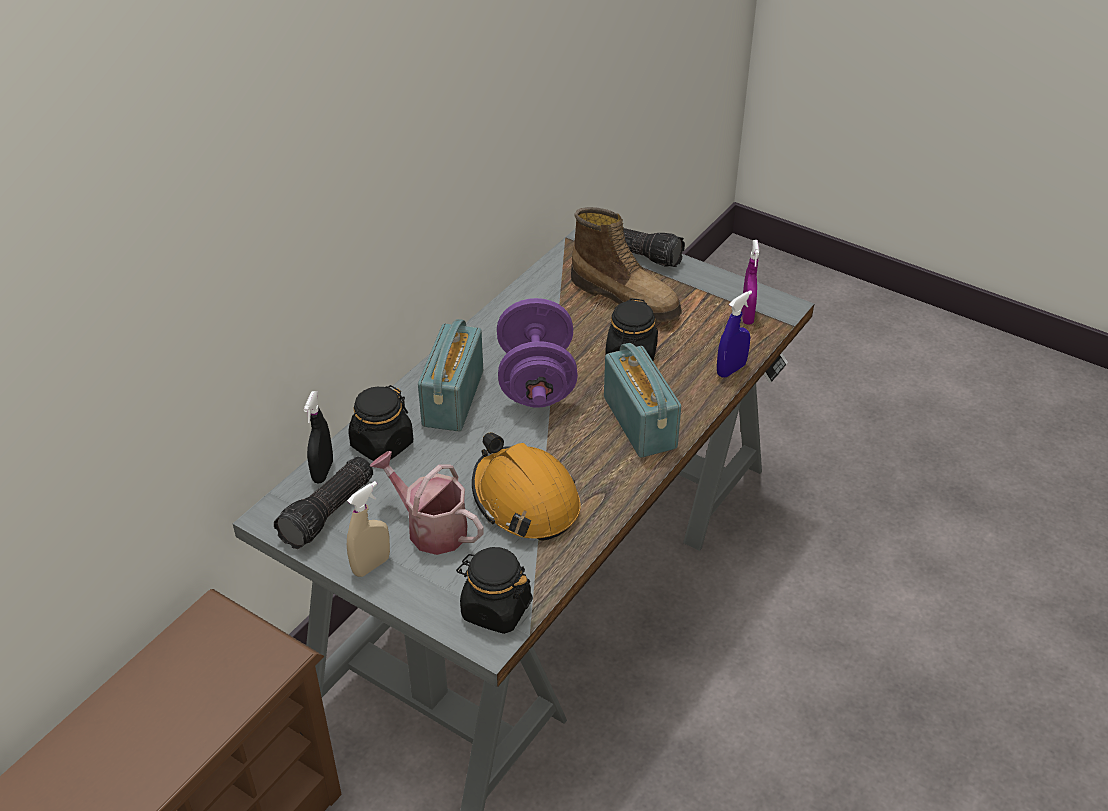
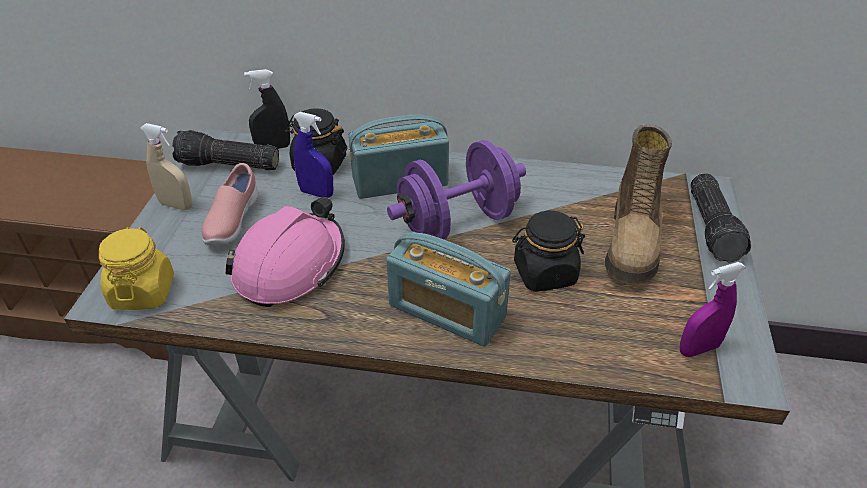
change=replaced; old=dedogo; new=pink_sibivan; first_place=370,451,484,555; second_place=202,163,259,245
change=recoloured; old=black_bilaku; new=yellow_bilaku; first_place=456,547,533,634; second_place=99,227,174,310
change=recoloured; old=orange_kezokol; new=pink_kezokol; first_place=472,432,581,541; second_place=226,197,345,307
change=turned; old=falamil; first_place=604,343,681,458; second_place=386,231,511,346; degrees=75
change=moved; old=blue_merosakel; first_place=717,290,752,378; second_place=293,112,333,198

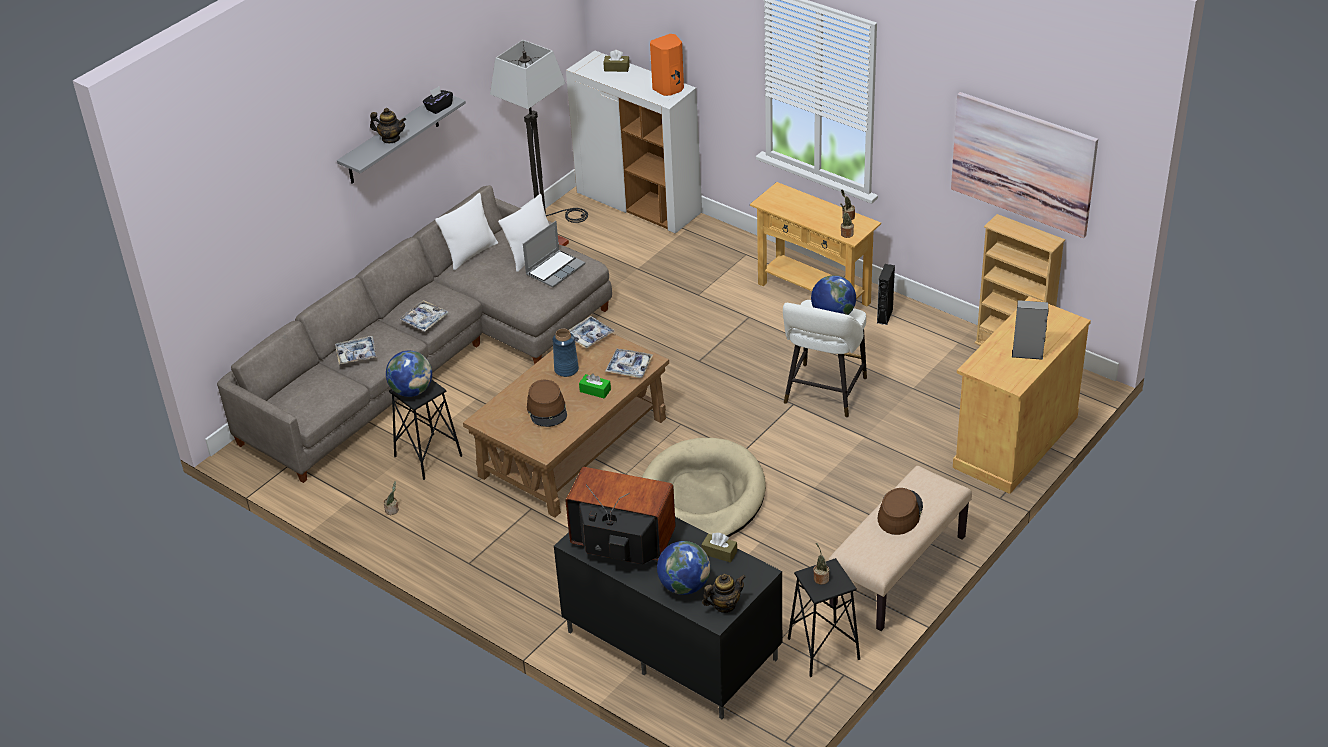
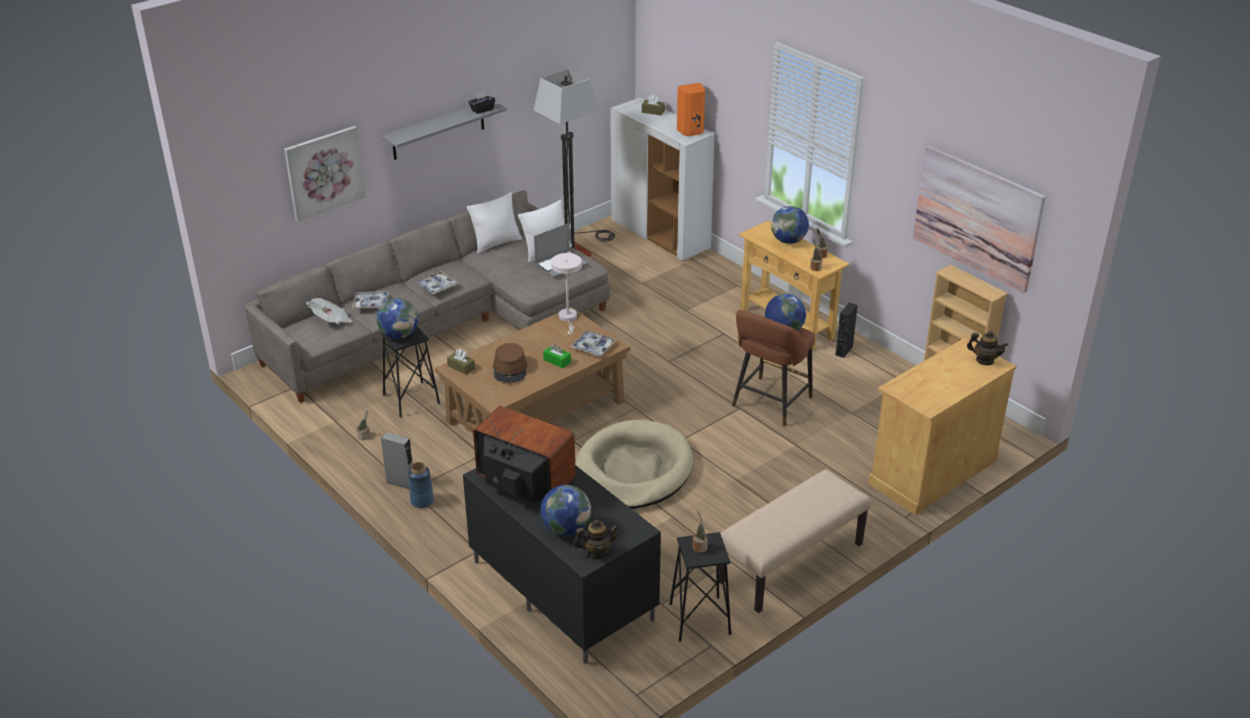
change=moved; old=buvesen; first_place=370,108,406,143; second_place=967,331,1008,365
change=moved; old=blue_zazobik; first_place=552,329,579,377; second_place=408,462,434,508
change=replaced; old=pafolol; new=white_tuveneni; first_place=569,316,615,349; second_place=551,253,582,334
change=moved; old=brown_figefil; first_place=701,533,737,563; second_place=447,349,475,375
change=recoloured; old=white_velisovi; new=brown_velisovi; first_place=783,300,867,417; second_place=732,310,815,427
change=removed; old=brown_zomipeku; first_place=877,488,923,535
change=moved; old=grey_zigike; first_place=1012,300,1048,360; second_place=381,432,413,489
change=added; new=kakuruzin; second_place=284,126,365,221
change=added; new=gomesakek; second_place=306,298,352,324
change=added; new=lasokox; second_place=771,206,809,244

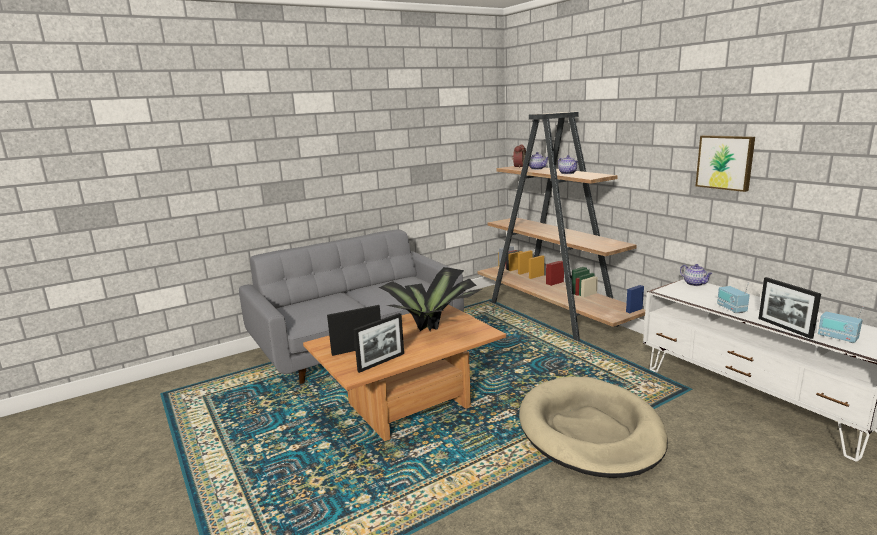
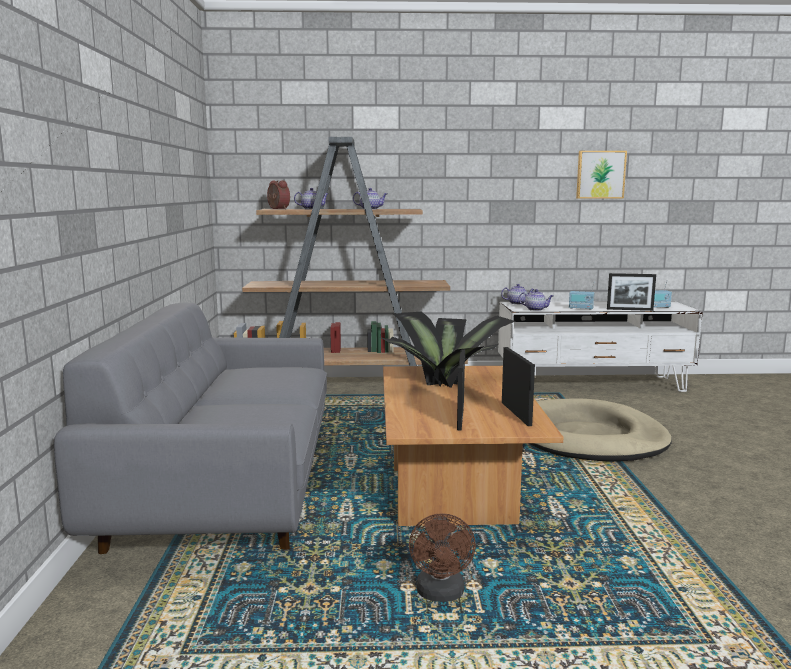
change=moved; old=kakuruzin; first_place=695,135,755,192; second_place=576,151,627,199
change=added; new=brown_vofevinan; second_place=409,513,476,602
change=added; new=buvesen; second_place=519,289,554,311

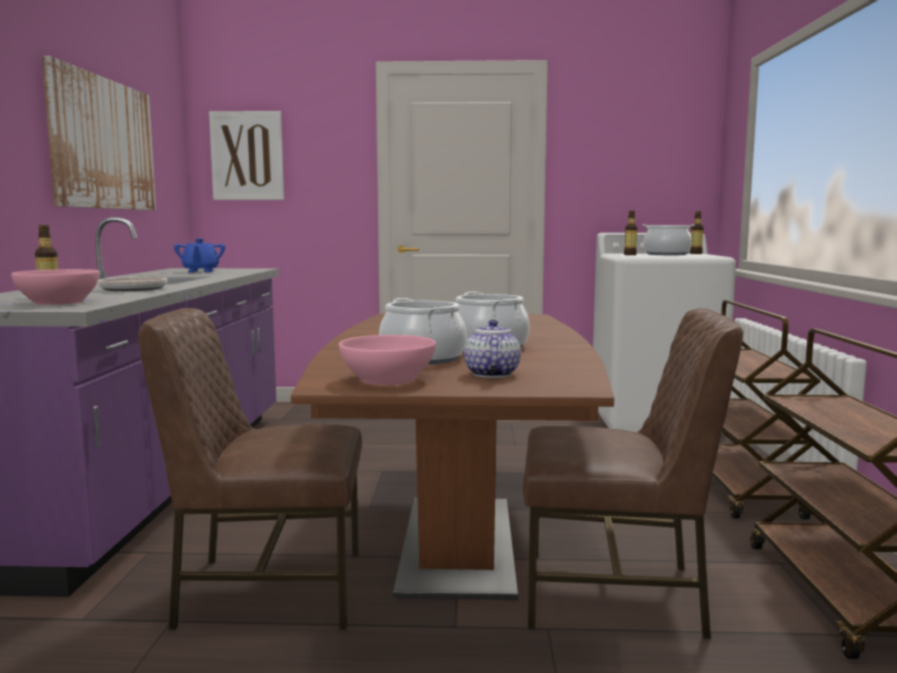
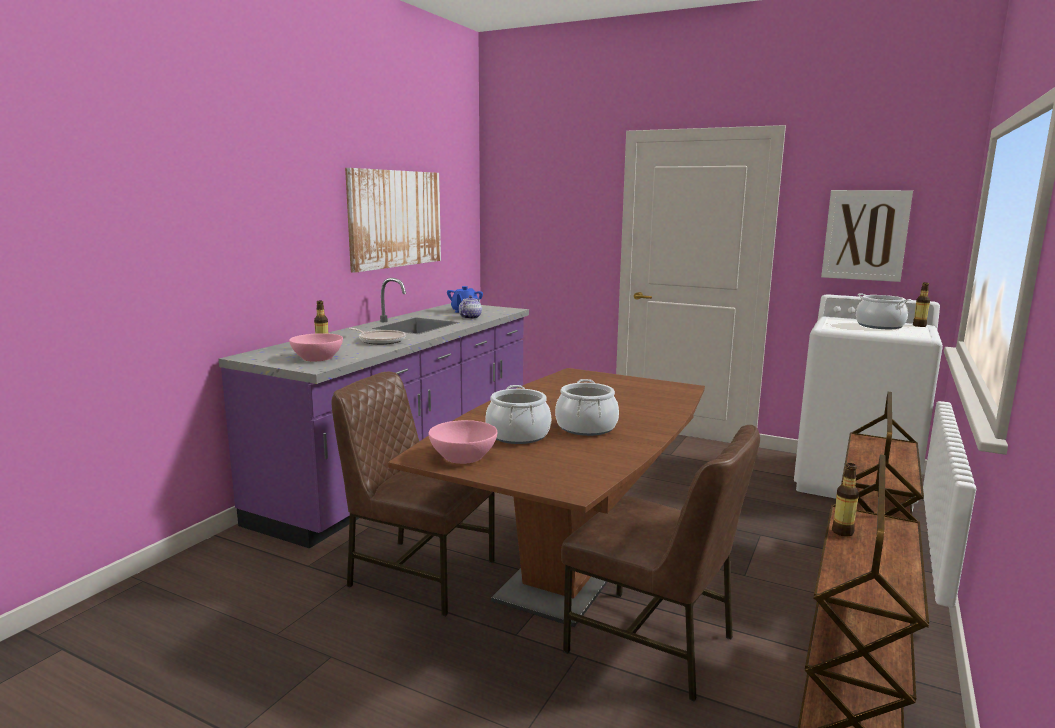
change=moved; old=kakuruzin; first_place=209,111,284,200; second_place=821,190,913,282
change=moved; old=buvesen; first_place=464,320,521,378; second_place=459,295,482,319
change=moved; old=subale; first_place=624,210,637,255; second_place=832,463,859,537

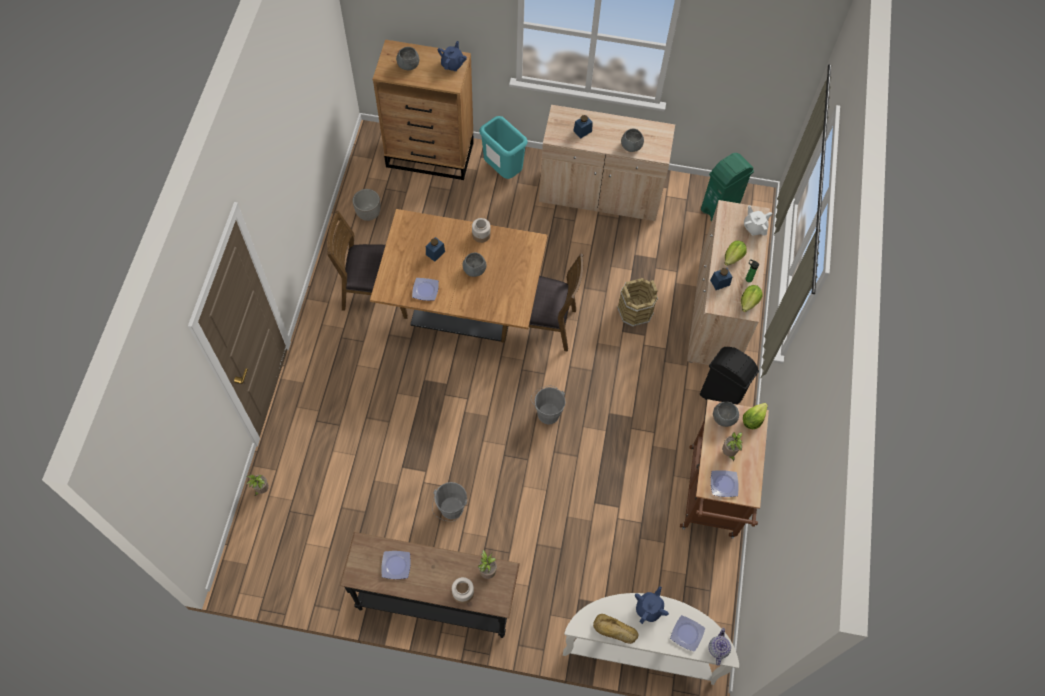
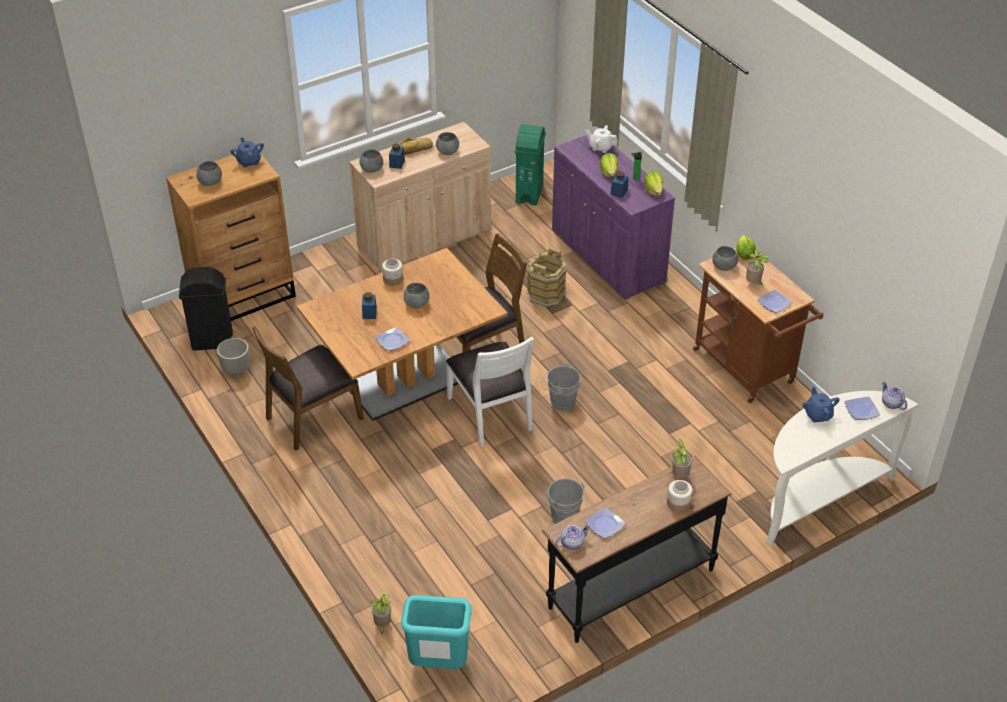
change=moved; old=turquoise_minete; first_place=479,116,528,179; second_place=401,595,472,669
change=moved; old=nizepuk; first_place=593,614,638,644; second_place=398,138,433,155
change=recoloured; old=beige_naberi; new=purple_naberi; first_place=687,200,770,365; second_place=552,132,675,300
change=moved; old=black_minete; first_place=700,347,759,405; second_place=179,267,233,351
change=added; new=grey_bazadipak; second_place=359,149,383,173
change=added; new=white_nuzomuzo; second_place=446,337,534,447
change=added; new=buvesen; second_place=555,524,591,550

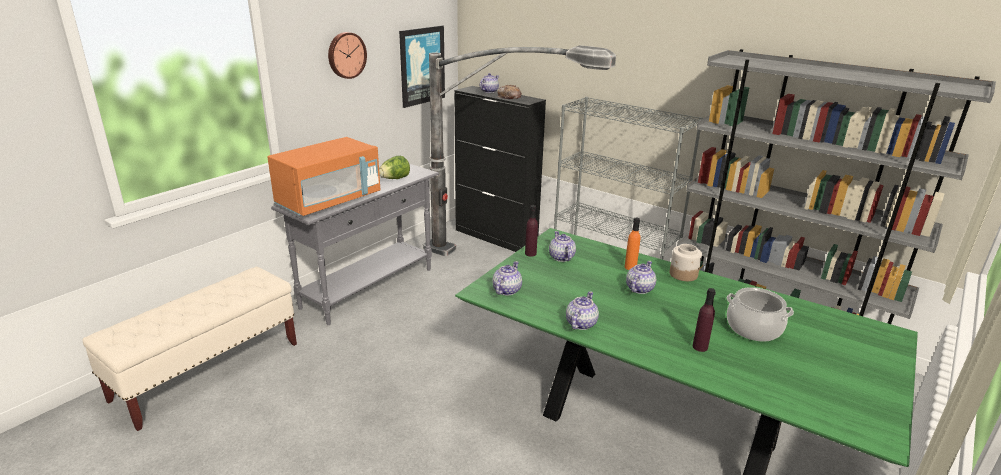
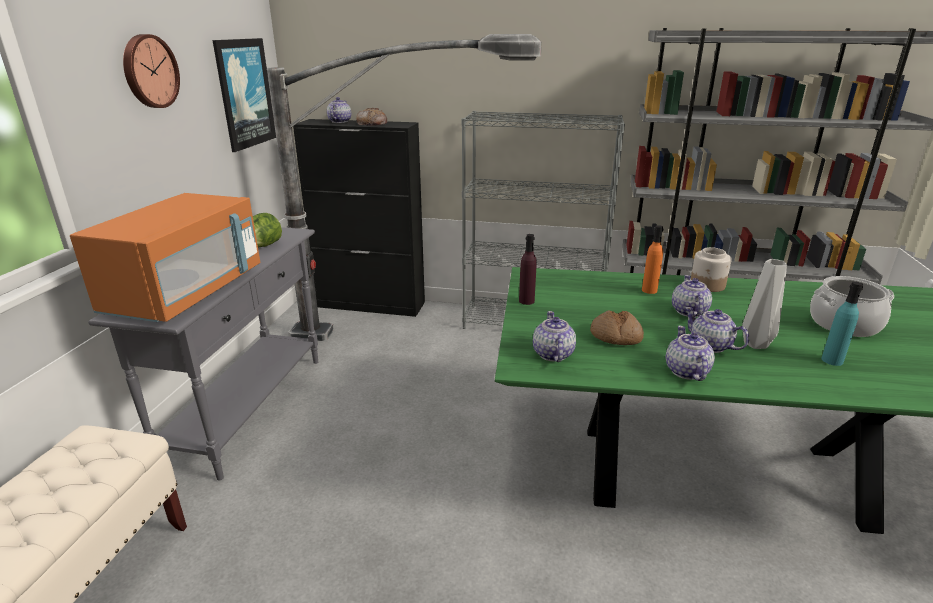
change=moved; old=buvesen; first_place=549,231,576,262; second_place=685,307,750,353
change=recoloured; old=purple_subale; new=turquoise_subale; first_place=693,288,716,352; second_place=821,282,863,366
change=added; new=nizepuk; second_place=590,310,644,345
change=added; new=grey_zazobik; second_place=742,259,787,349

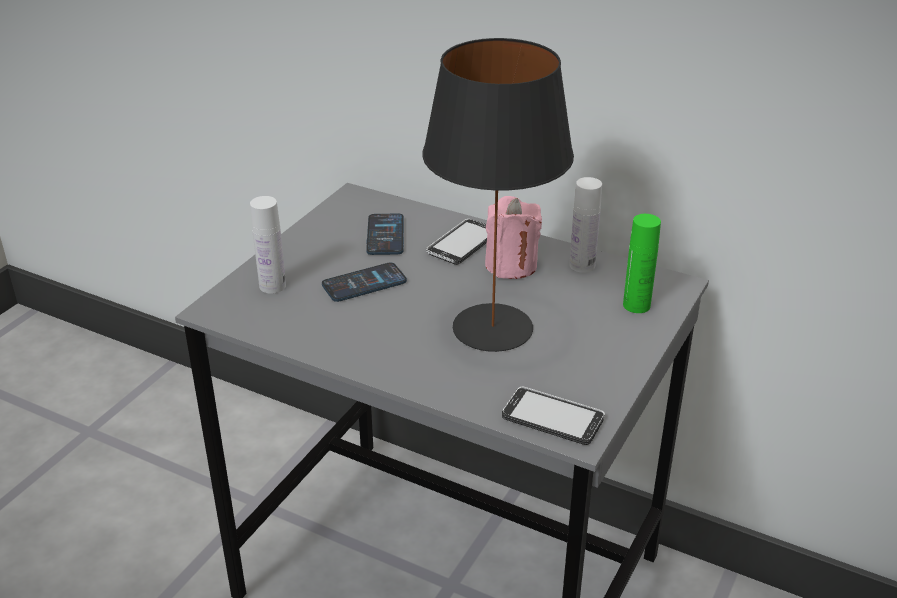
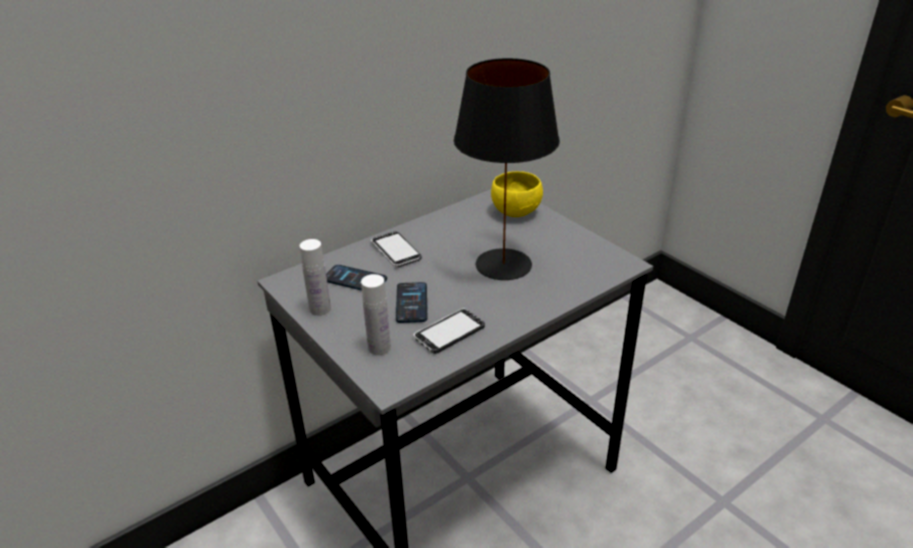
change=removed; old=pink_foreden; first_place=485,196,542,279
change=moved; old=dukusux; first_place=502,387,605,445; second_place=414,309,485,354
change=moved; old=white_subale; first_place=569,177,602,273; second_place=300,239,331,316
change=replaced; old=green_subale; new=yellow_bazadipak; first_place=623,214,661,313; second_place=491,171,543,217

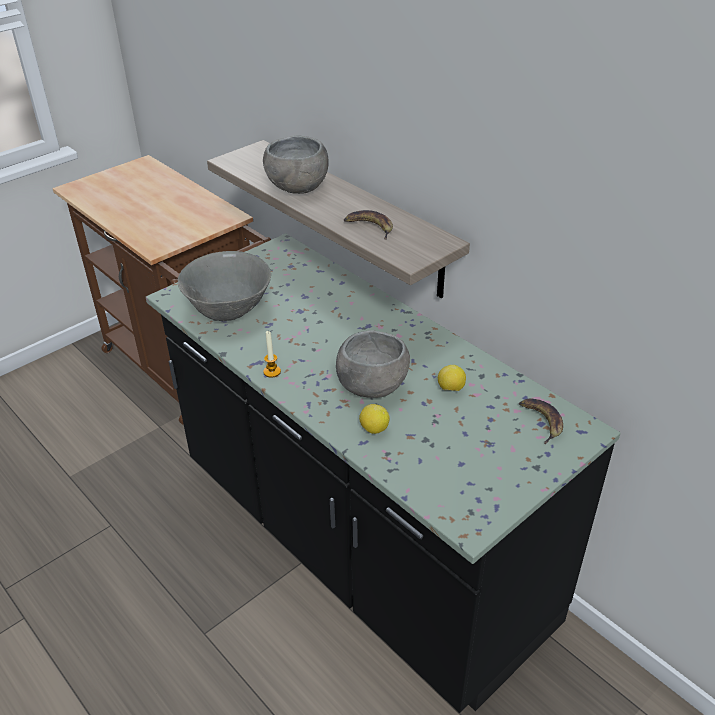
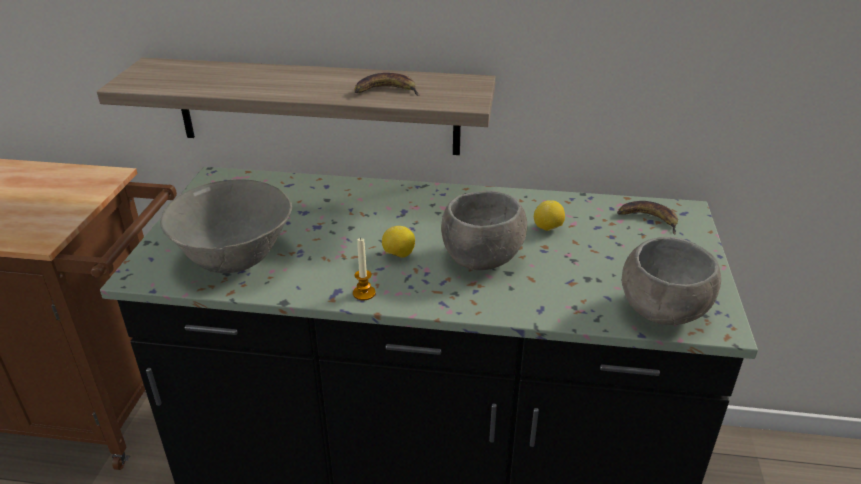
change=moved; old=grey_bazadipak; first_place=263,135,329,194; second_place=622,237,721,325
change=moved; old=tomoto; first_place=359,404,390,434; second_place=382,226,415,258

